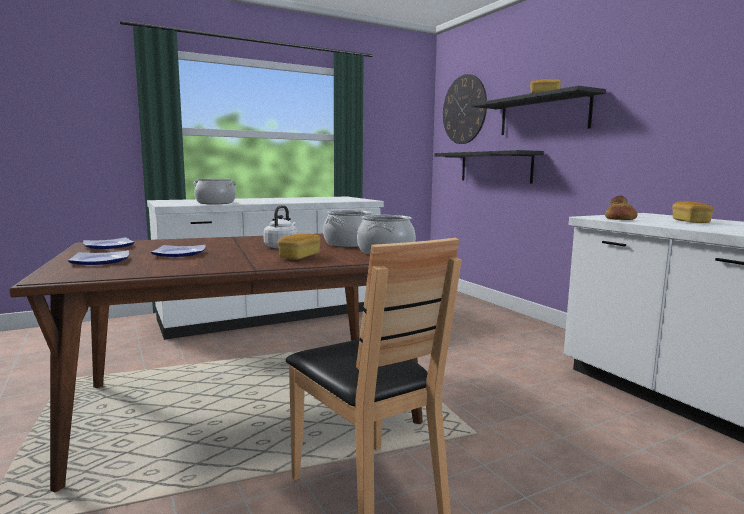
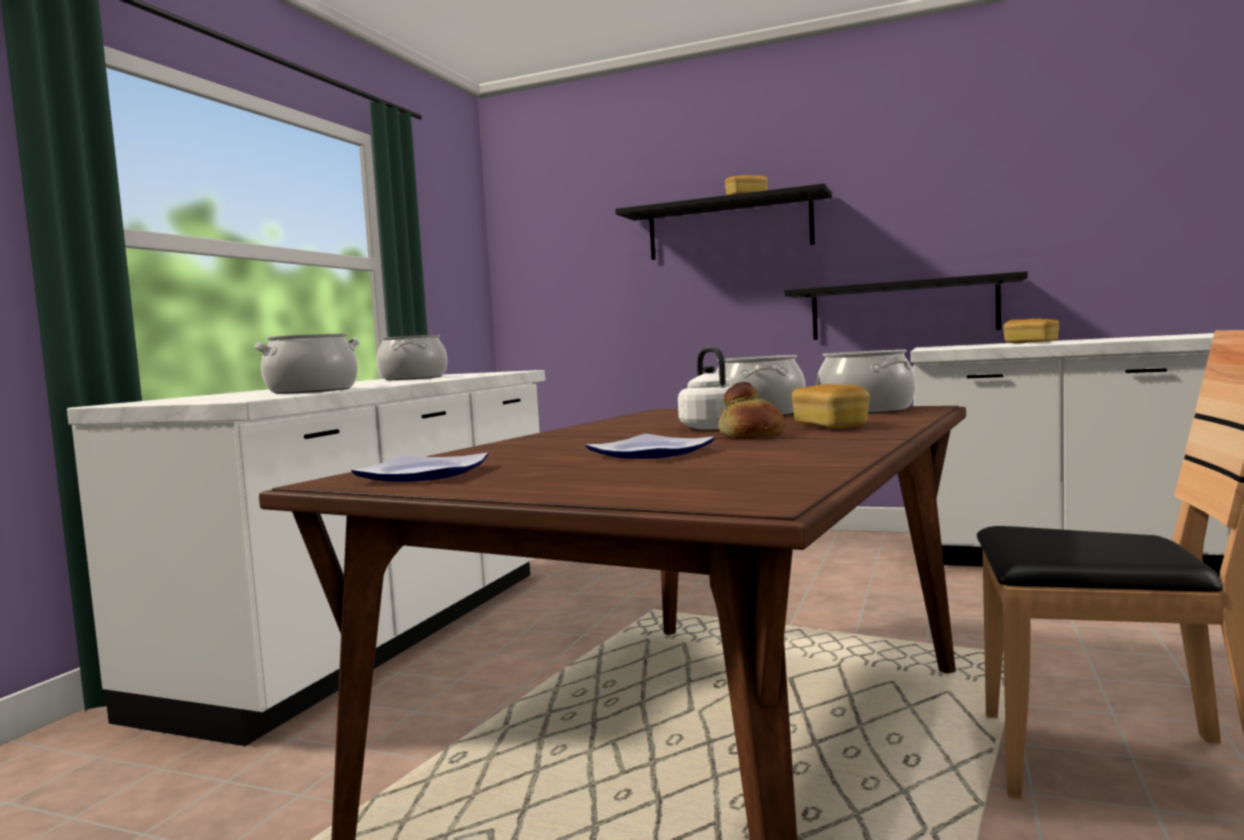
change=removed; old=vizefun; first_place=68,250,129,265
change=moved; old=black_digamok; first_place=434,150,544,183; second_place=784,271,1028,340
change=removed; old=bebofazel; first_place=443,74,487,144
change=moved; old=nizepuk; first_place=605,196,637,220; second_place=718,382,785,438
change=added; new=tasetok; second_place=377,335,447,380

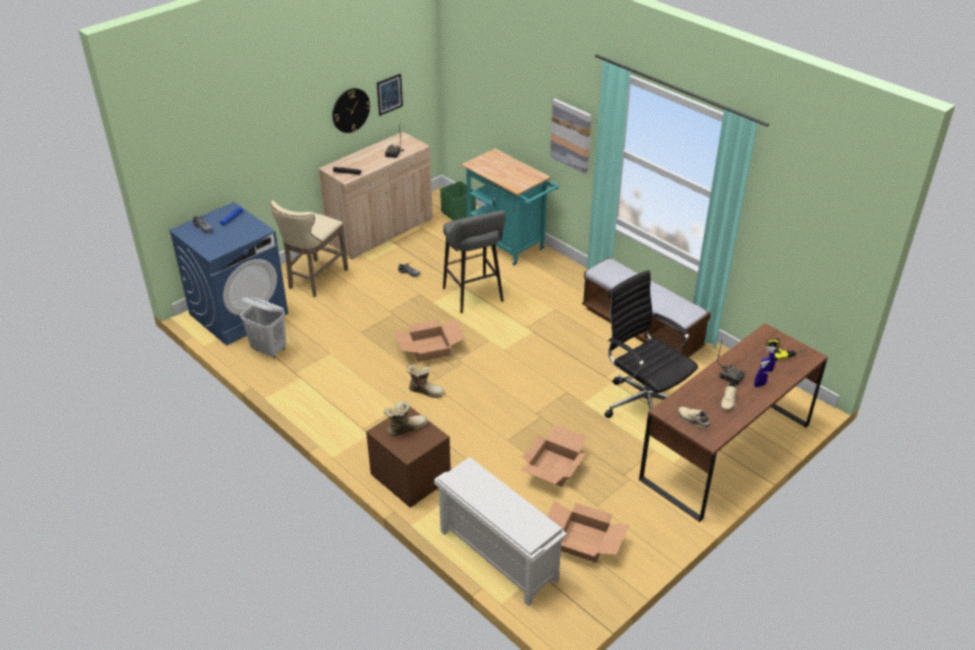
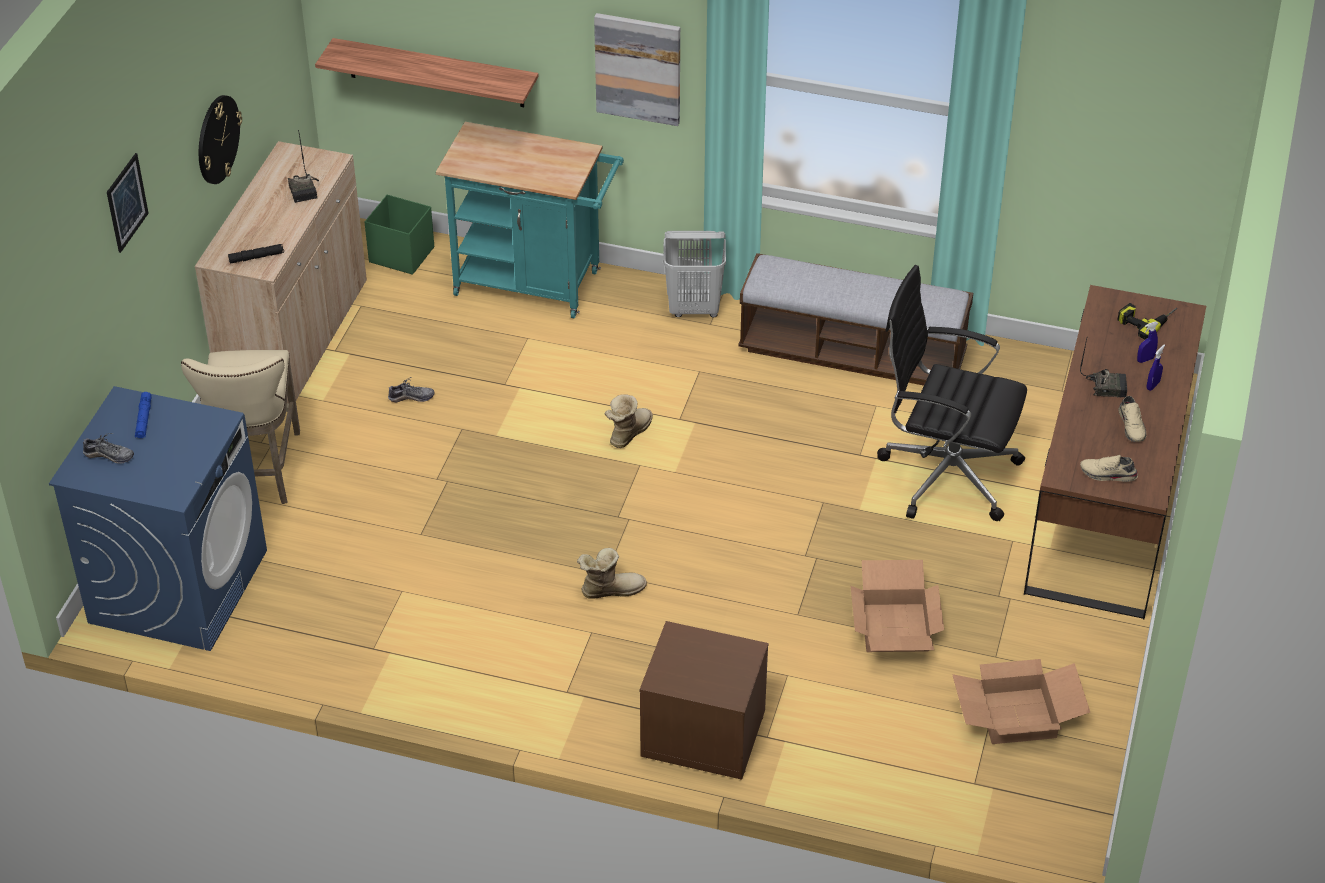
change=moved; old=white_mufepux; first_place=240,297,286,358; second_place=663,231,726,317
change=moved; old=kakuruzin; first_place=377,73,403,116; second_place=107,153,149,253
change=moved; old=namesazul; first_place=384,401,428,436; second_place=604,395,653,448
change=removed; old=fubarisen; first_place=394,318,465,362
change=removed; old=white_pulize; first_place=434,457,567,606
change=removed; old=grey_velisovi; first_place=443,210,506,313
change=added; new=digamok; second_place=315,38,538,107

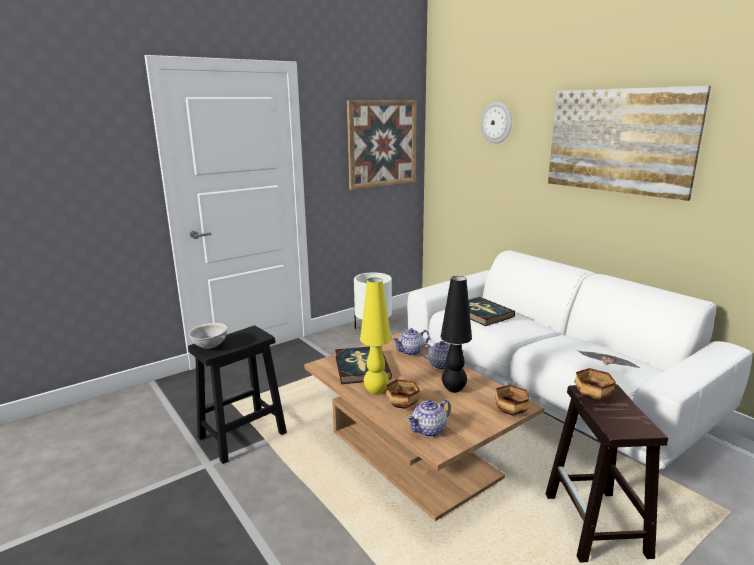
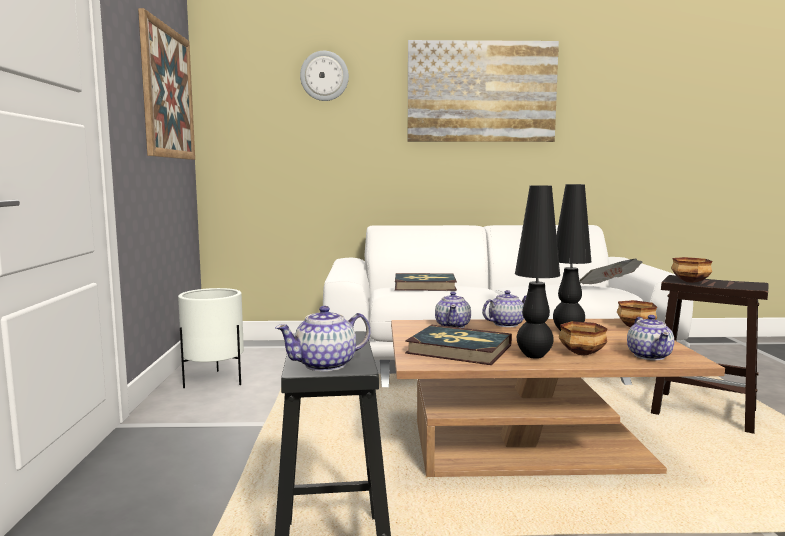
change=replaced; old=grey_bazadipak; new=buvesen; first_place=188,323,227,349; second_place=275,306,371,372
change=recoloured; old=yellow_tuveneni; new=black_tuveneni; first_place=360,278,391,395; second_place=515,186,560,359

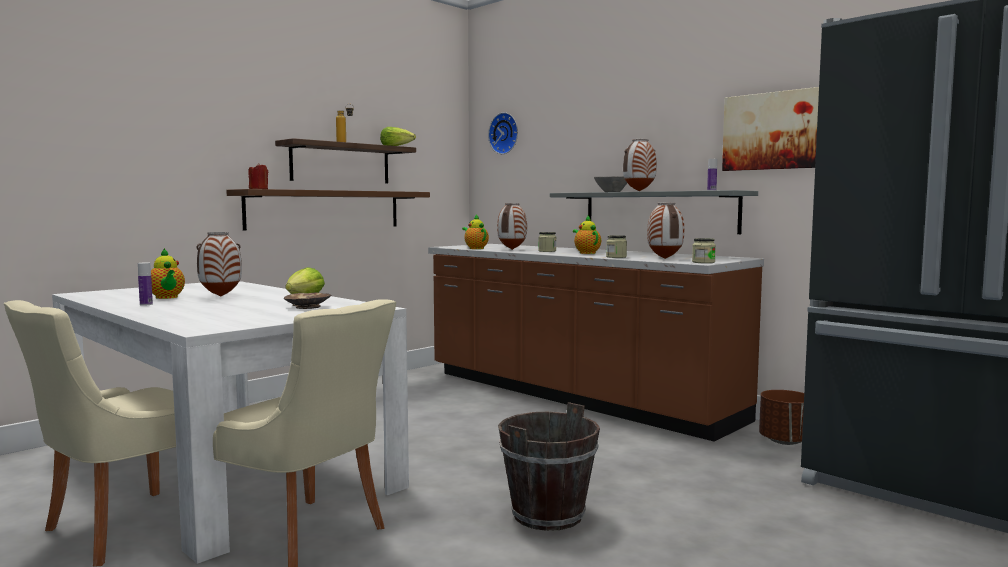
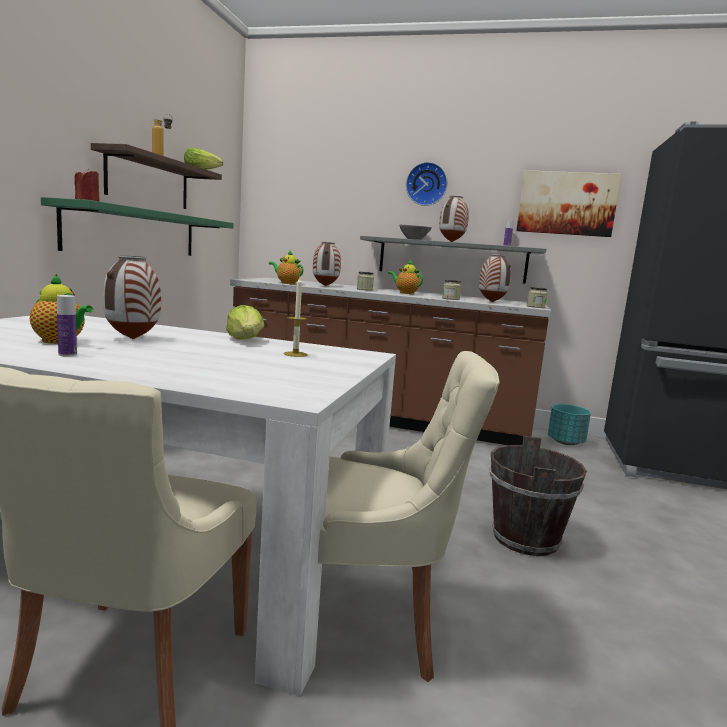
change=recoloured; old=brown_digamok; new=green_digamok; first_place=226,189,430,231; second_place=41,197,234,256
change=replaced; old=brown_bazadipak; new=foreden; first_place=284,293,331,309; second_place=284,277,308,357
change=moved; old=bebofazel; first_place=488,112,518,154; second_place=406,162,448,206
change=recoloured; old=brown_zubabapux; new=turquoise_zubabapux; first_place=759,390,804,445; second_place=548,404,591,445

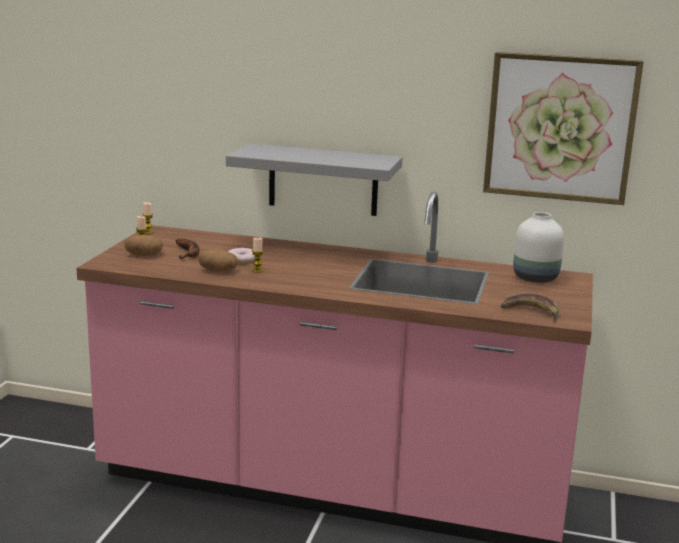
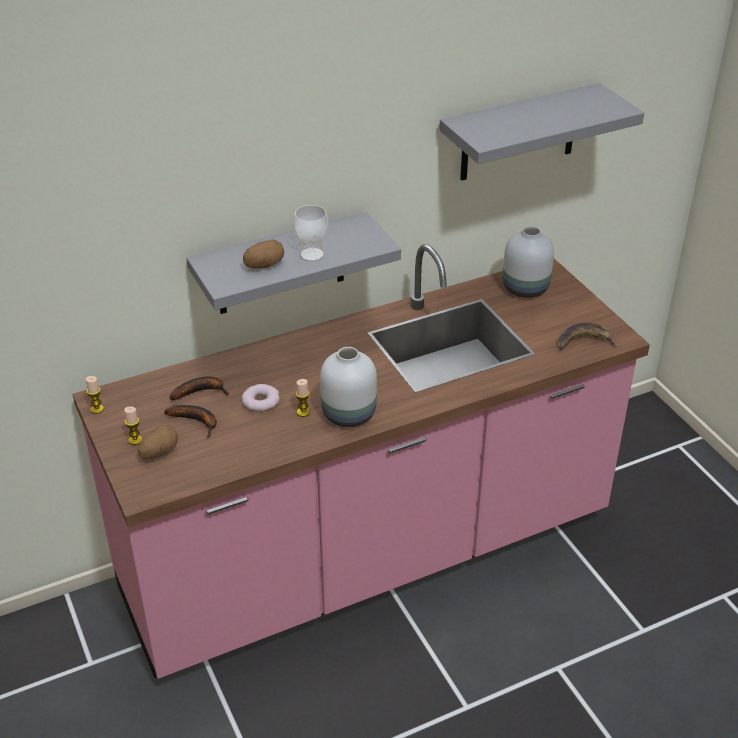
change=moved; old=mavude; first_place=199,250,238,272; second_place=243,239,284,269
change=replaced; old=kakuruzin; new=grey_digamok; first_place=483,52,643,205; second_place=439,83,644,181
change=added; new=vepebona; second_place=170,376,229,400
change=added; new=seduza; second_place=293,205,328,262
change=added; new=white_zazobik; second_place=320,347,377,427

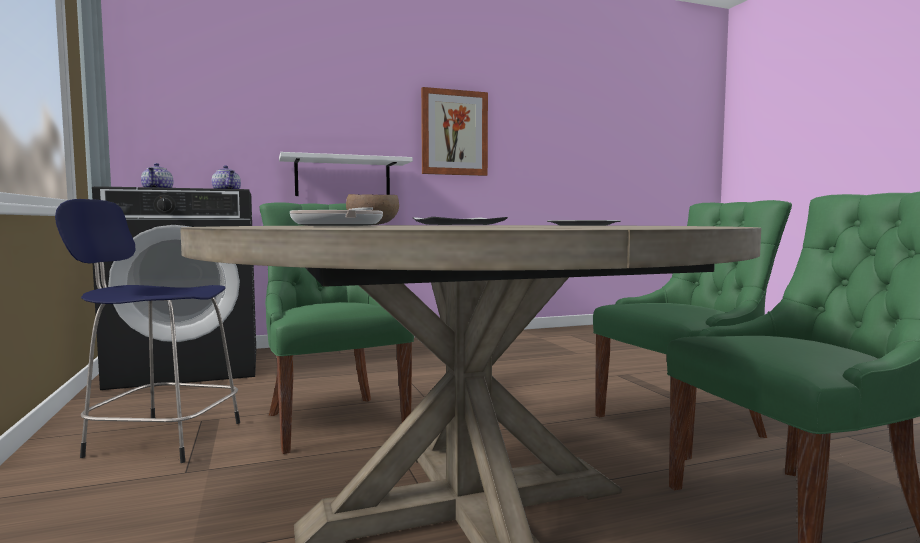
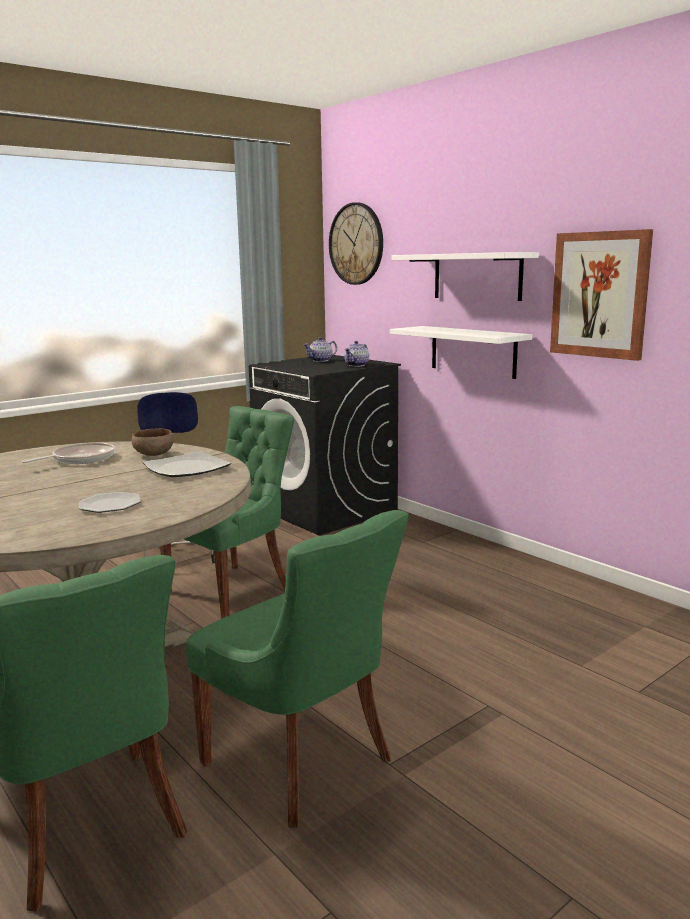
change=added; new=bebofazel; second_place=329,202,383,285
change=added; new=white_digamok; second_place=391,252,539,301

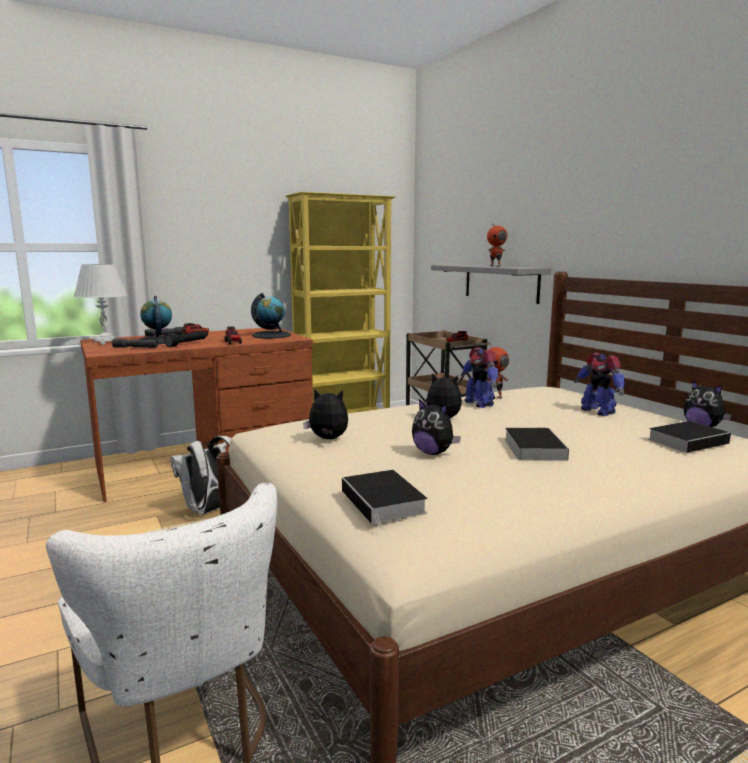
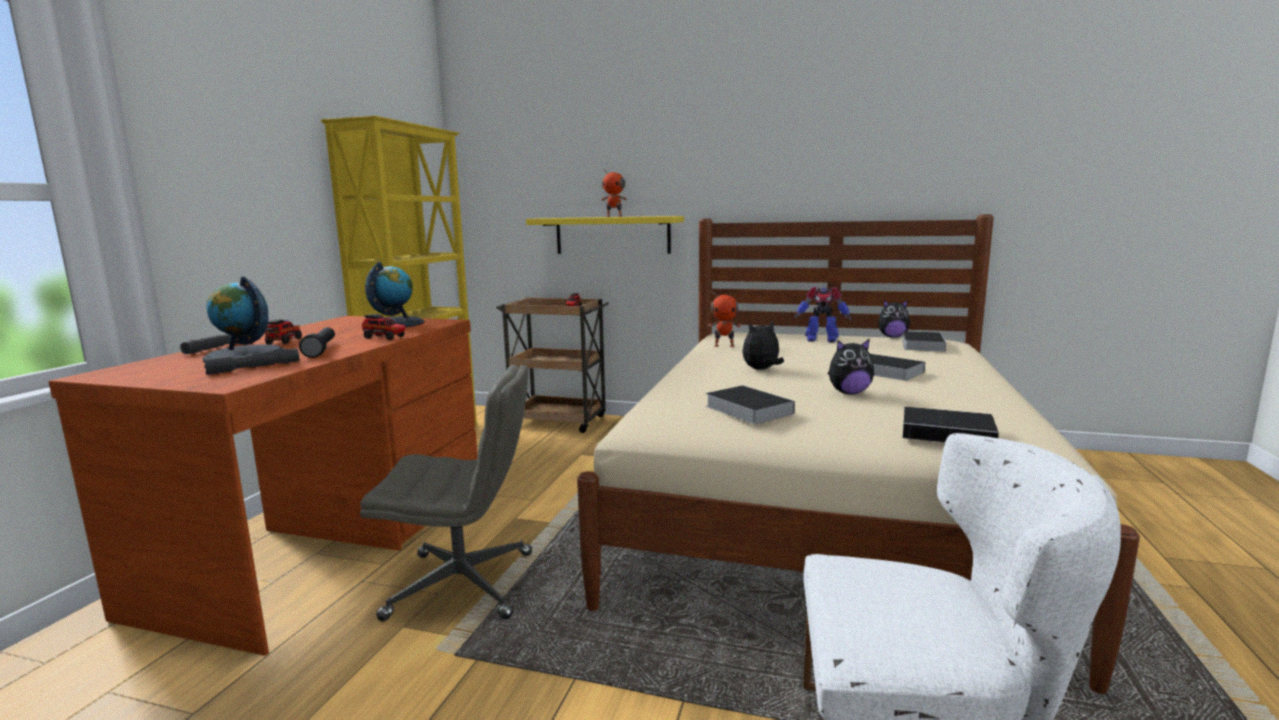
change=removed; old=white_tuveneni; first_place=74,264,127,345
change=replaced; old=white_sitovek; new=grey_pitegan; first_place=170,436,231,514; second_place=360,364,532,621
change=replaced; old=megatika; new=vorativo; first_place=303,389,348,439; second_place=706,385,795,424
change=recoloured; old=grey_digamok; new=yellow_digamok; first_place=431,265,551,304; second_place=526,216,684,254
change=removed; old=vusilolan; first_place=461,347,498,408

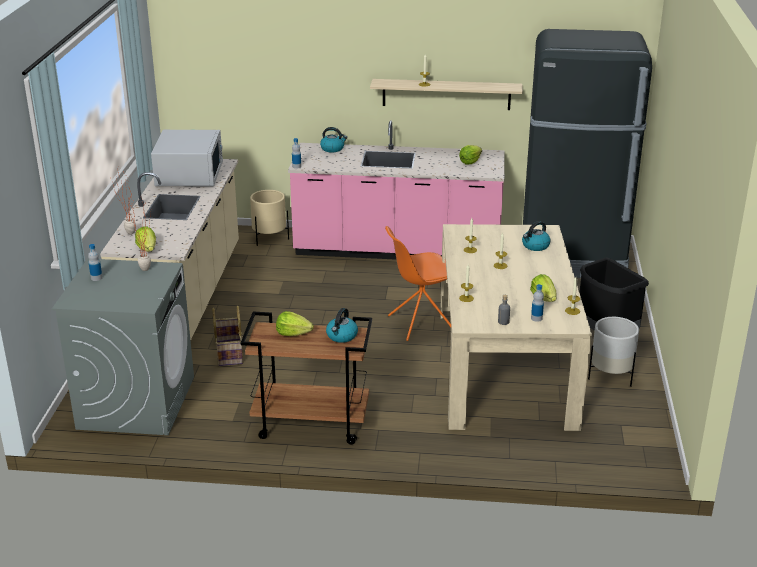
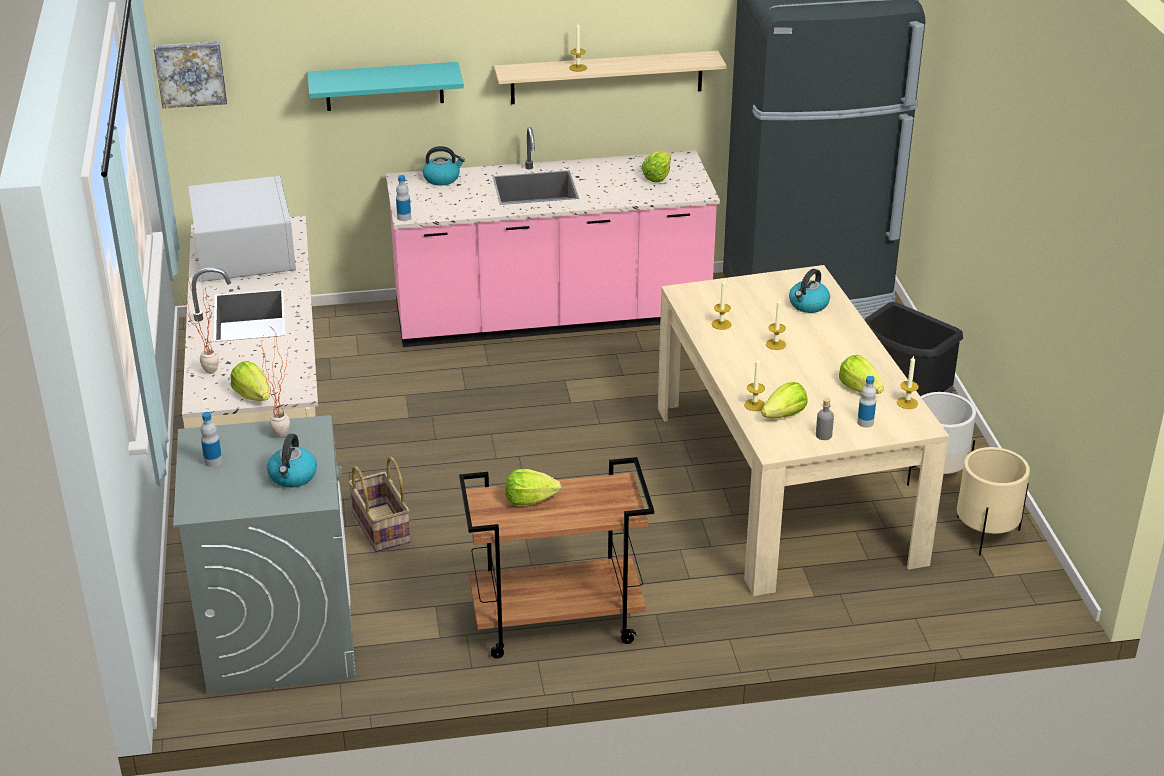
change=moved; old=beige_zubabapux; first_place=250,190,289,246; second_place=957,447,1030,556
change=moved; old=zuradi; first_place=326,308,358,343; second_place=267,434,317,488
change=removed; old=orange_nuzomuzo; first_place=385,226,451,341
change=added; new=kakuruzin; second_place=154,41,227,109
change=added; new=turquoise_digamok; second_place=307,62,464,111
change=added; new=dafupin; second_place=761,382,807,418

